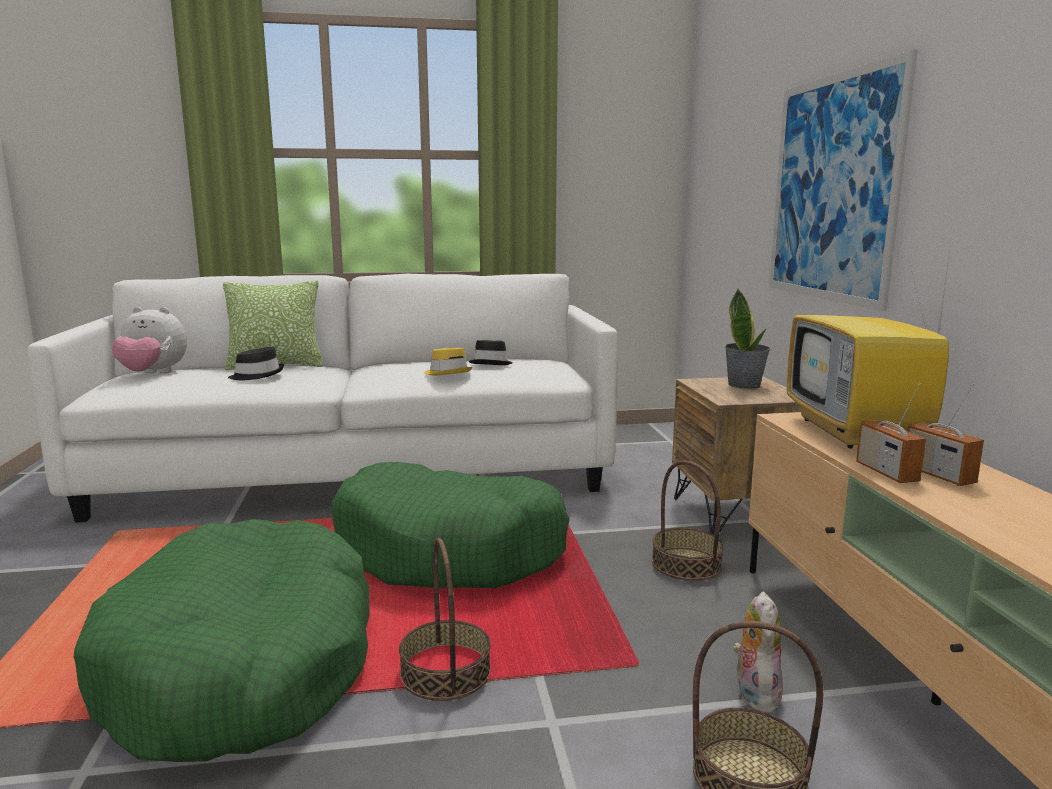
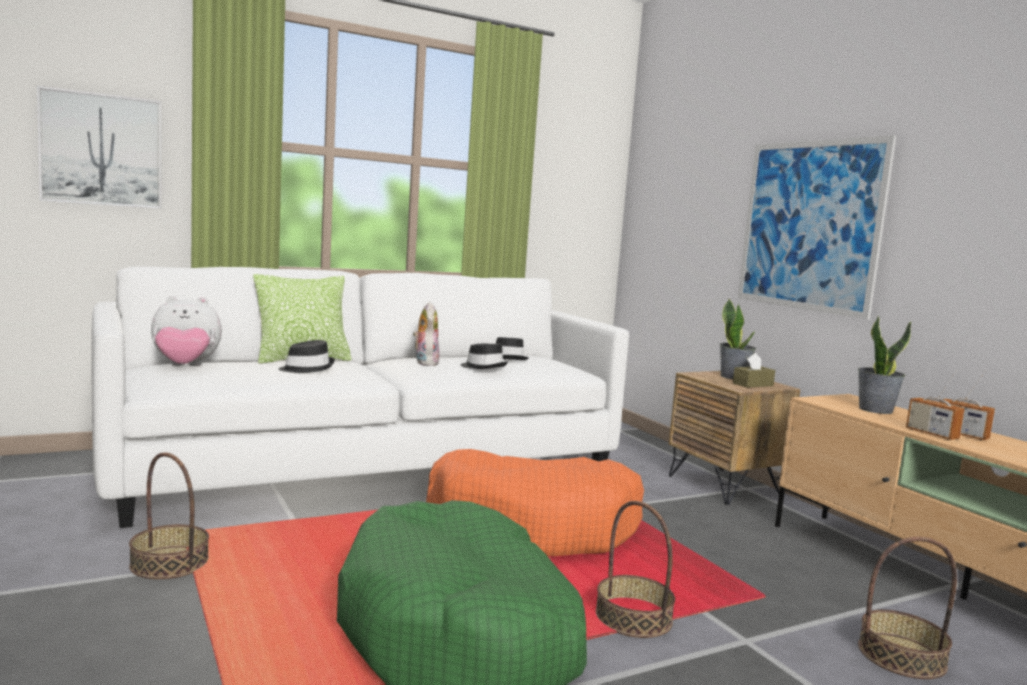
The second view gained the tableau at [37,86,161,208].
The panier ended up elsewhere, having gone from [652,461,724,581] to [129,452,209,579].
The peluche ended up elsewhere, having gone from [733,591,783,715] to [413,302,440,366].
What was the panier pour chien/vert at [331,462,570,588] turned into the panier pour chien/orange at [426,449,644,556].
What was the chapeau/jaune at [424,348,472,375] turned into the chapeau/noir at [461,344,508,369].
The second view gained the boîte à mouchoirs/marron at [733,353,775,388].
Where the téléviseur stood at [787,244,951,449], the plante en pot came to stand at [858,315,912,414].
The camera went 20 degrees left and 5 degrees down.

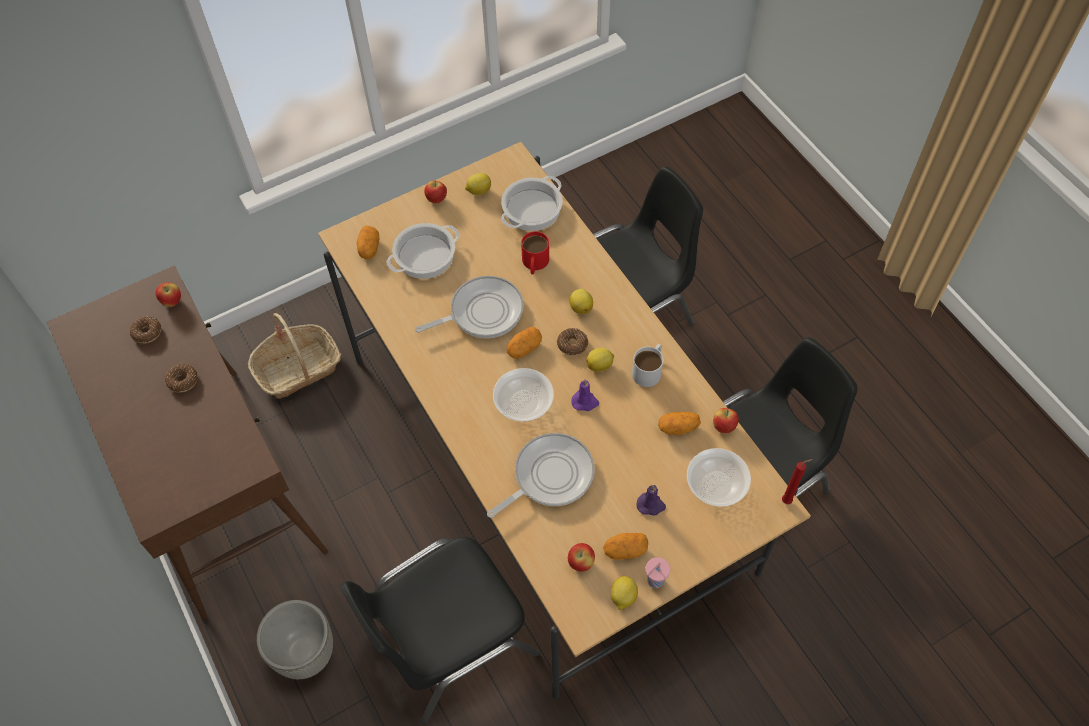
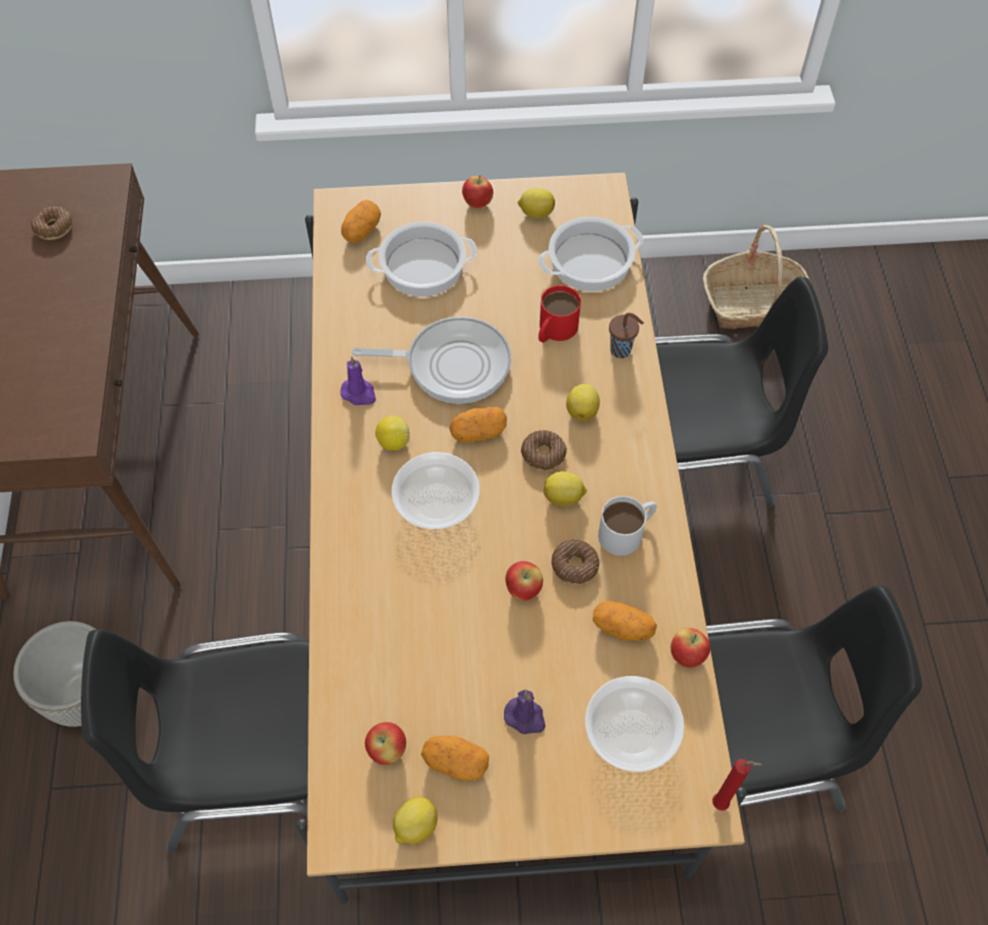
The bougie/violet ended up elsewhere, having gone from [571,380,599,411] to [340,356,376,405].
The second view gained the citron at [375,415,410,450].
The pomme ended up elsewhere, having gone from [156,282,181,307] to [506,561,543,601].
The beignet ended up elsewhere, having gone from [165,364,198,392] to [551,540,600,584].
The second view gained the tasse/marron at [609,313,644,358].
The panier ended up elsewhere, having gone from [248,313,341,399] to [703,225,809,329].
The second view lost the poêle at [487,433,594,518].
The second view lost the tasse/rose at [645,557,670,588].
The camera went 25 degrees right and 0 degrees up.

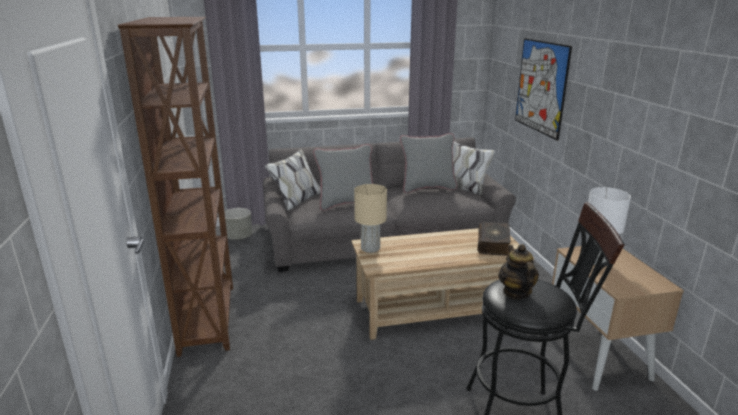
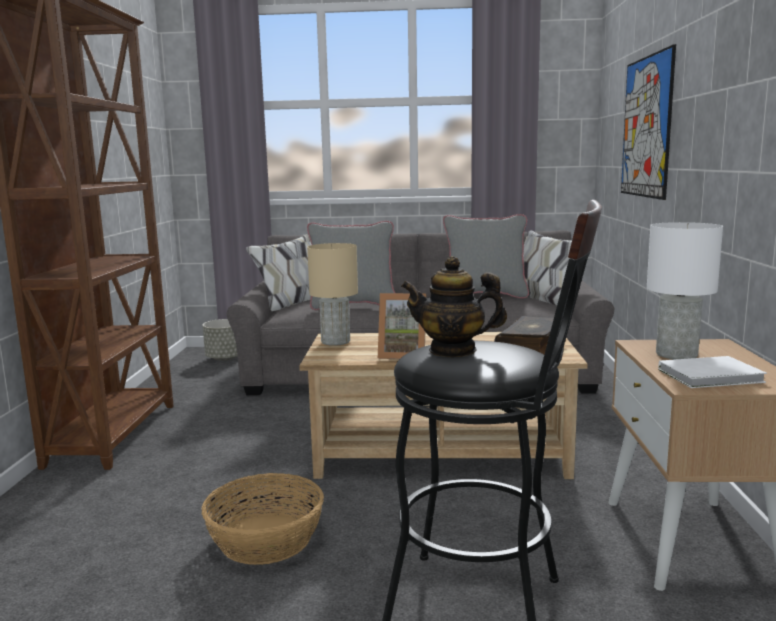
The second view gained the panier at [201,473,324,565].
The second view gained the cadre photo at [378,293,427,359].
The théière at [498,244,539,299] ended up facing another way, 90 degrees counterclockwise from before.
The second view gained the livre/blanc at [658,356,767,388].
The camera went 15 degrees right and 10 degrees down.

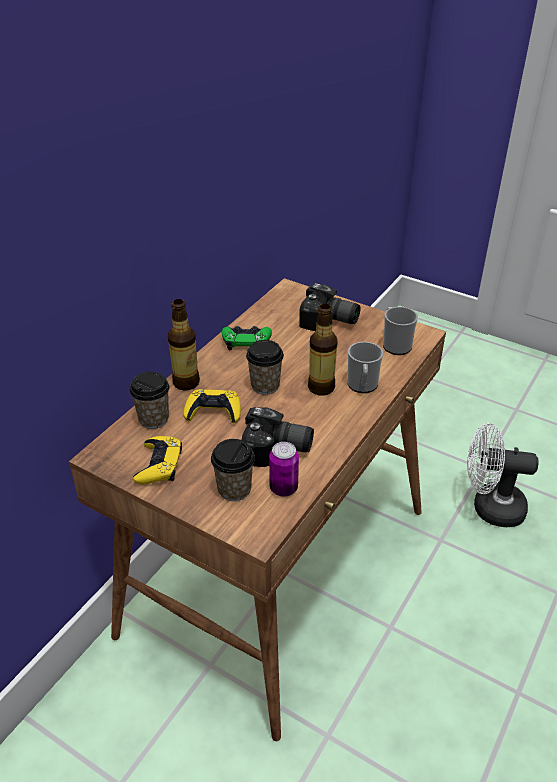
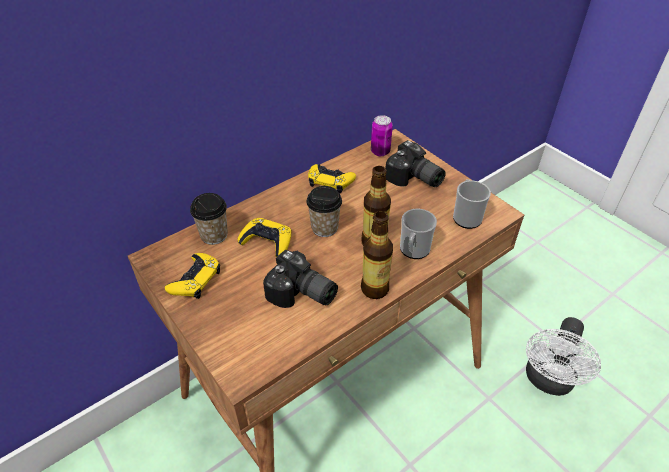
What was the manette/vert at [222,326,272,350] turned into the manette/jaune at [308,164,356,194].
The bouteille ended up elsewhere, having gone from [168,299,200,391] to [361,211,393,299].
The boîte métallique ended up elsewhere, having gone from [269,442,299,497] to [371,115,393,156].
The ventilateur/blanc at [468,423,539,527] ended up facing another way, 90 degrees counterclockwise from before.
The second view lost the tasse at [211,439,255,501].
The camera went 20 degrees right and 5 degrees up.

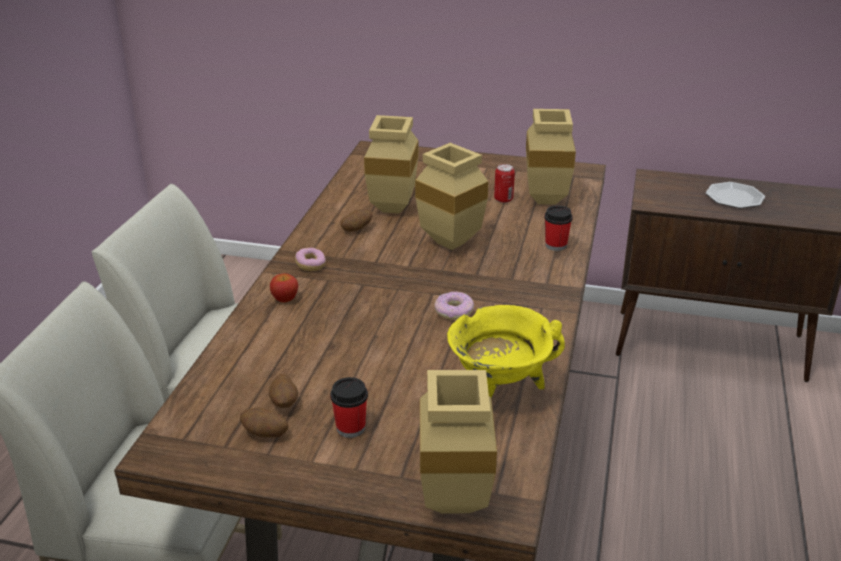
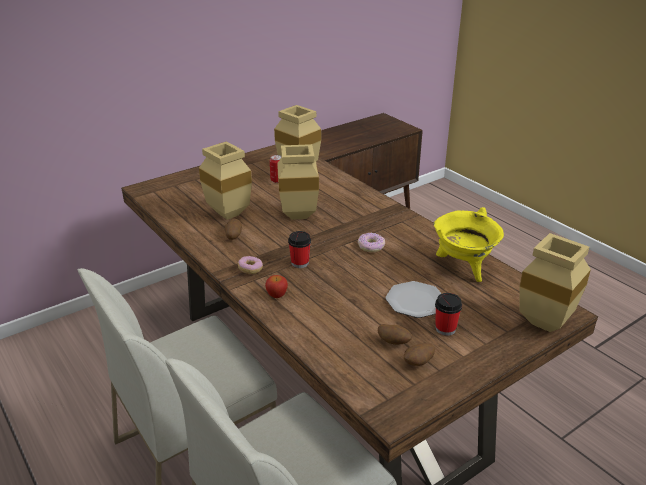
The tasse ended up elsewhere, having gone from [544,206,573,251] to [288,231,311,268].
The assiette ended up elsewhere, having gone from [706,182,765,208] to [385,281,442,318].
The camera went 50 degrees left and 0 degrees up.

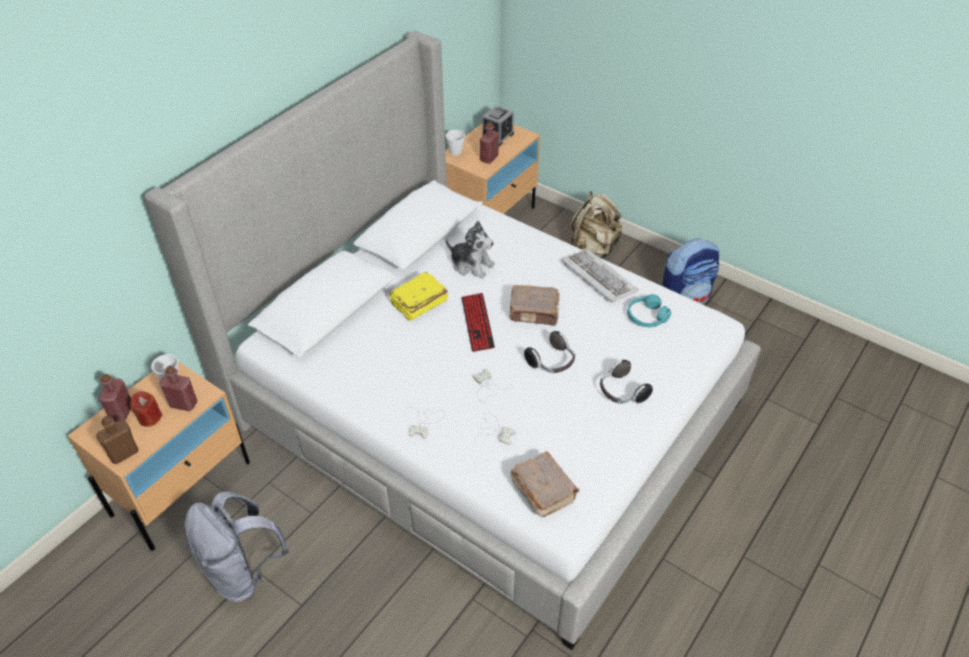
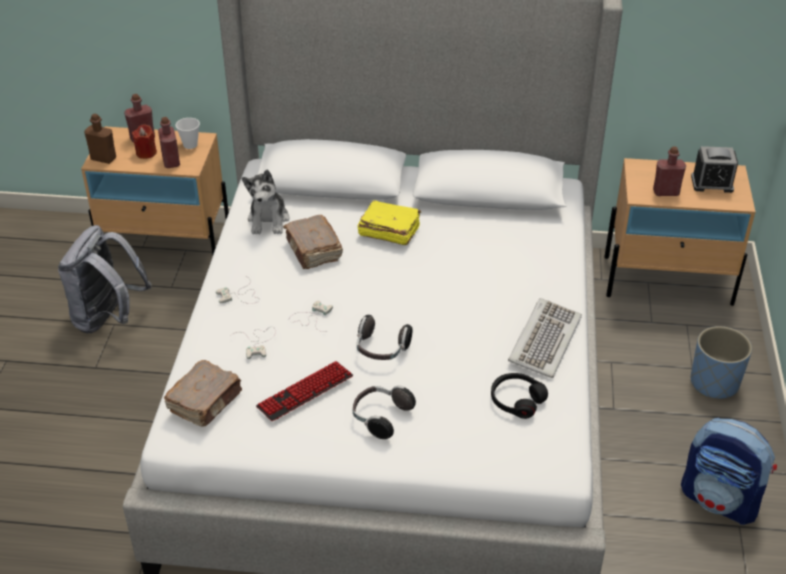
The peluche ended up elsewhere, having gone from [446,221,495,279] to [242,170,289,234].
The clavier ended up elsewhere, having gone from [461,293,495,352] to [256,361,353,421].
The livre/marron ended up elsewhere, having gone from [510,285,560,325] to [283,215,343,269].
What was the casque audio/turquoise at [627,294,671,327] turned into the casque audio/noir at [491,373,548,419].
Where the sac à dos/beige stood at [571,191,622,258], the cache-pot/bleu came to stand at [691,326,752,399].
The second view lost the tasse at [446,130,465,156].
The camera went 60 degrees right and 5 degrees down.

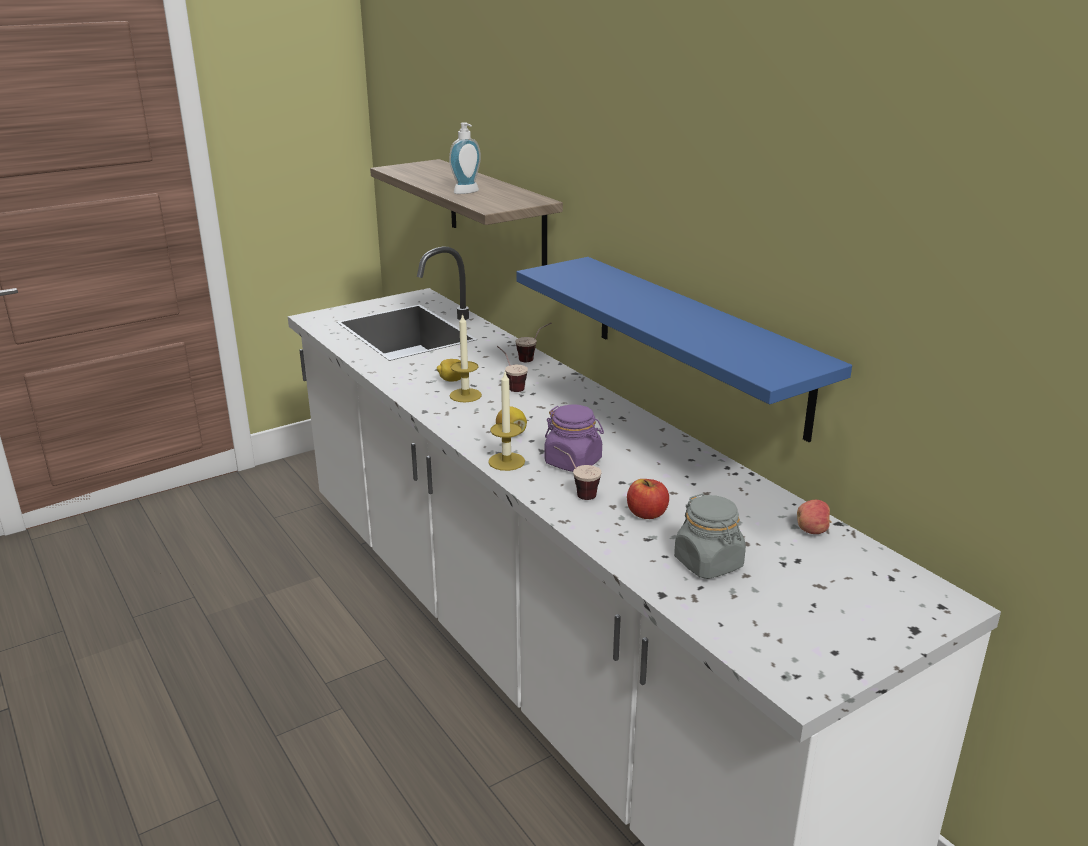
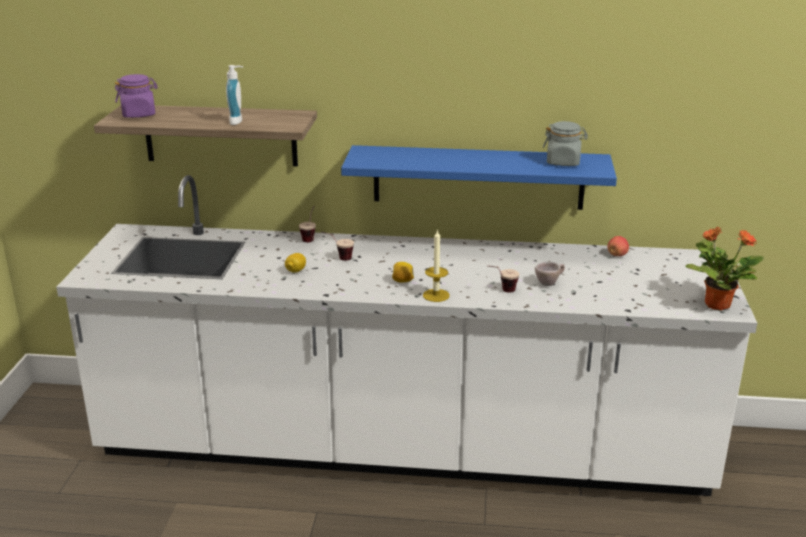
The bocal/violet ended up elsewhere, having gone from [544,404,604,472] to [115,74,158,118].
Where the pomme stood at [627,479,669,519], the tasse/beige came to stand at [535,262,565,286].
The bocal/gris ended up elsewhere, having gone from [674,494,746,579] to [543,121,588,166].
The second view gained the plante en pot at [685,227,764,310].
The second view lost the bougie at [450,313,482,402].
The camera went 50 degrees left and 0 degrees up.

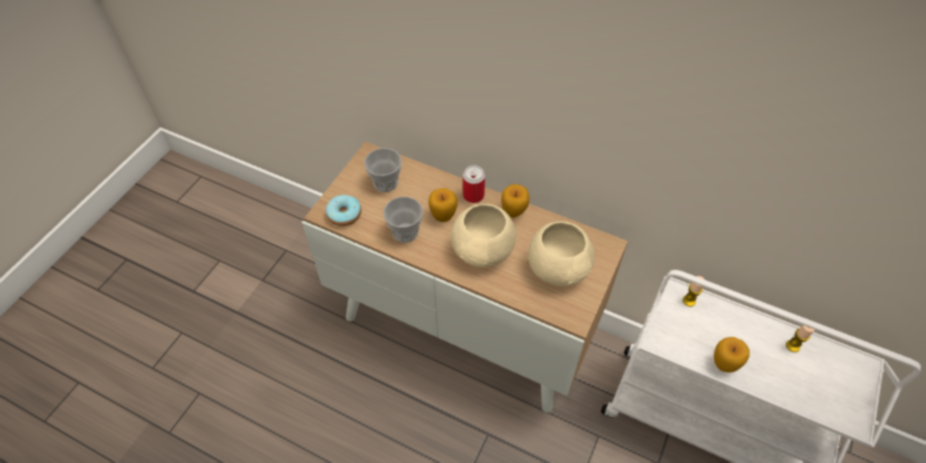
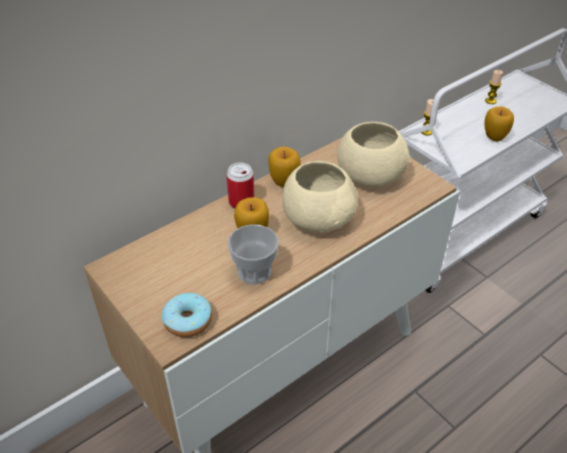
The second view lost the tasse at [364,148,402,192].
The camera went 65 degrees left and 10 degrees down.

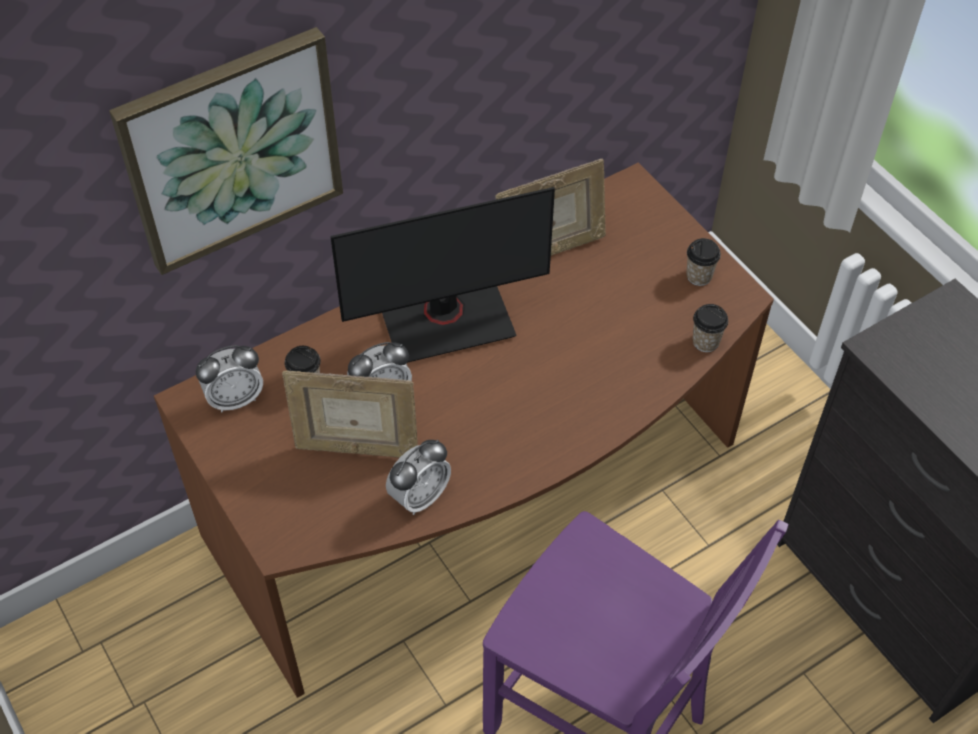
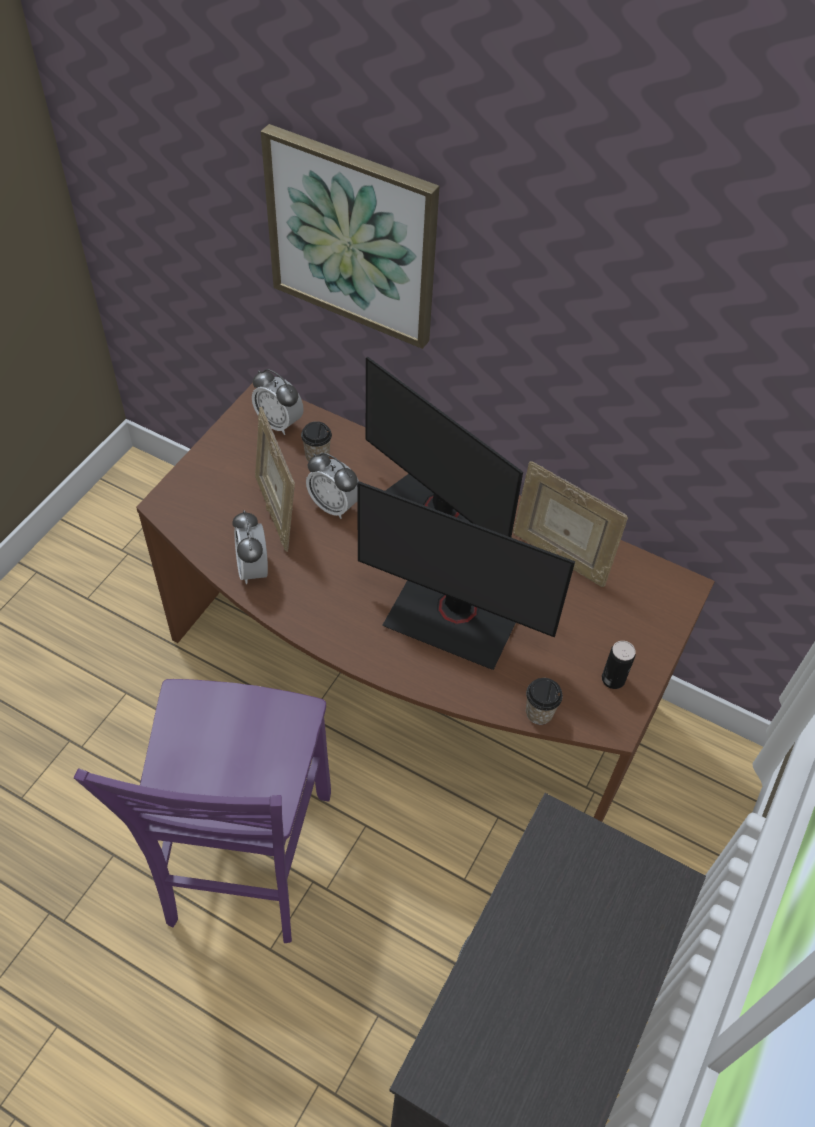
The réveil at [386,440,451,515] ended up facing another way, 60 degrees clockwise from before.
The second view gained the écran d'ordinateur at [357,481,575,670].
Where the tasse stood at [686,238,721,286], the boîte métallique came to stand at [602,641,636,689].
The camera went 60 degrees right and 0 degrees up.

